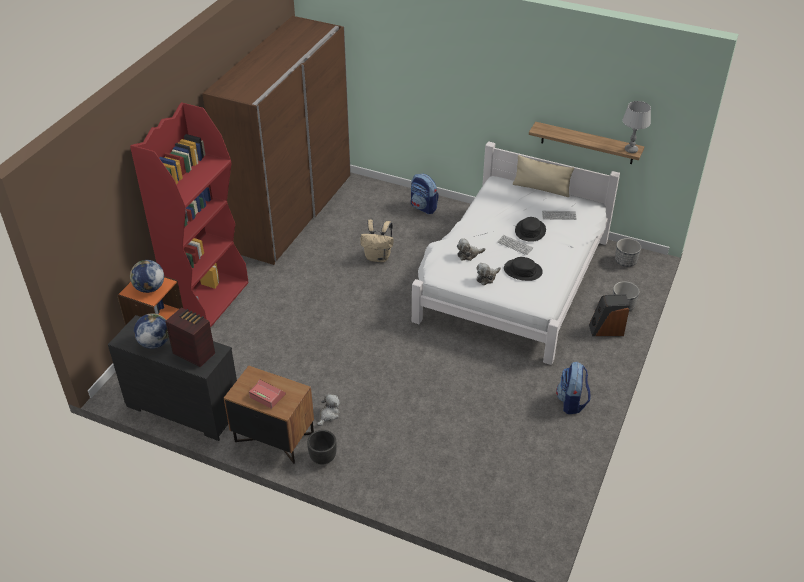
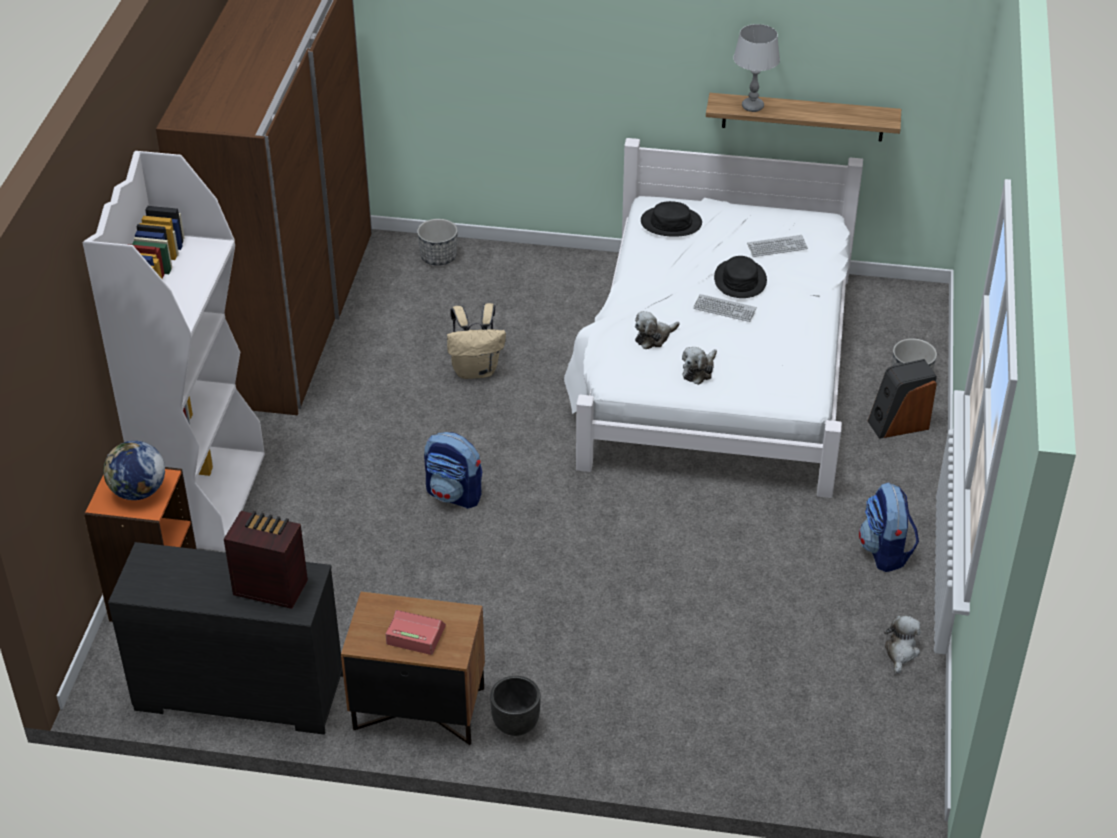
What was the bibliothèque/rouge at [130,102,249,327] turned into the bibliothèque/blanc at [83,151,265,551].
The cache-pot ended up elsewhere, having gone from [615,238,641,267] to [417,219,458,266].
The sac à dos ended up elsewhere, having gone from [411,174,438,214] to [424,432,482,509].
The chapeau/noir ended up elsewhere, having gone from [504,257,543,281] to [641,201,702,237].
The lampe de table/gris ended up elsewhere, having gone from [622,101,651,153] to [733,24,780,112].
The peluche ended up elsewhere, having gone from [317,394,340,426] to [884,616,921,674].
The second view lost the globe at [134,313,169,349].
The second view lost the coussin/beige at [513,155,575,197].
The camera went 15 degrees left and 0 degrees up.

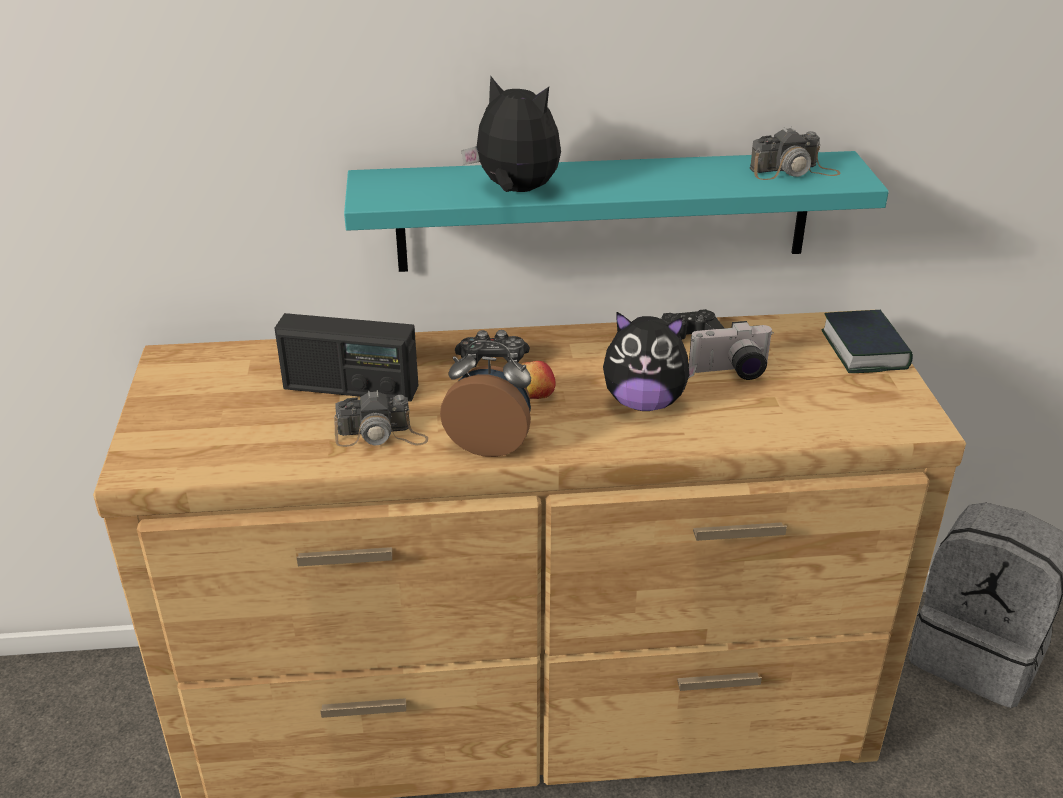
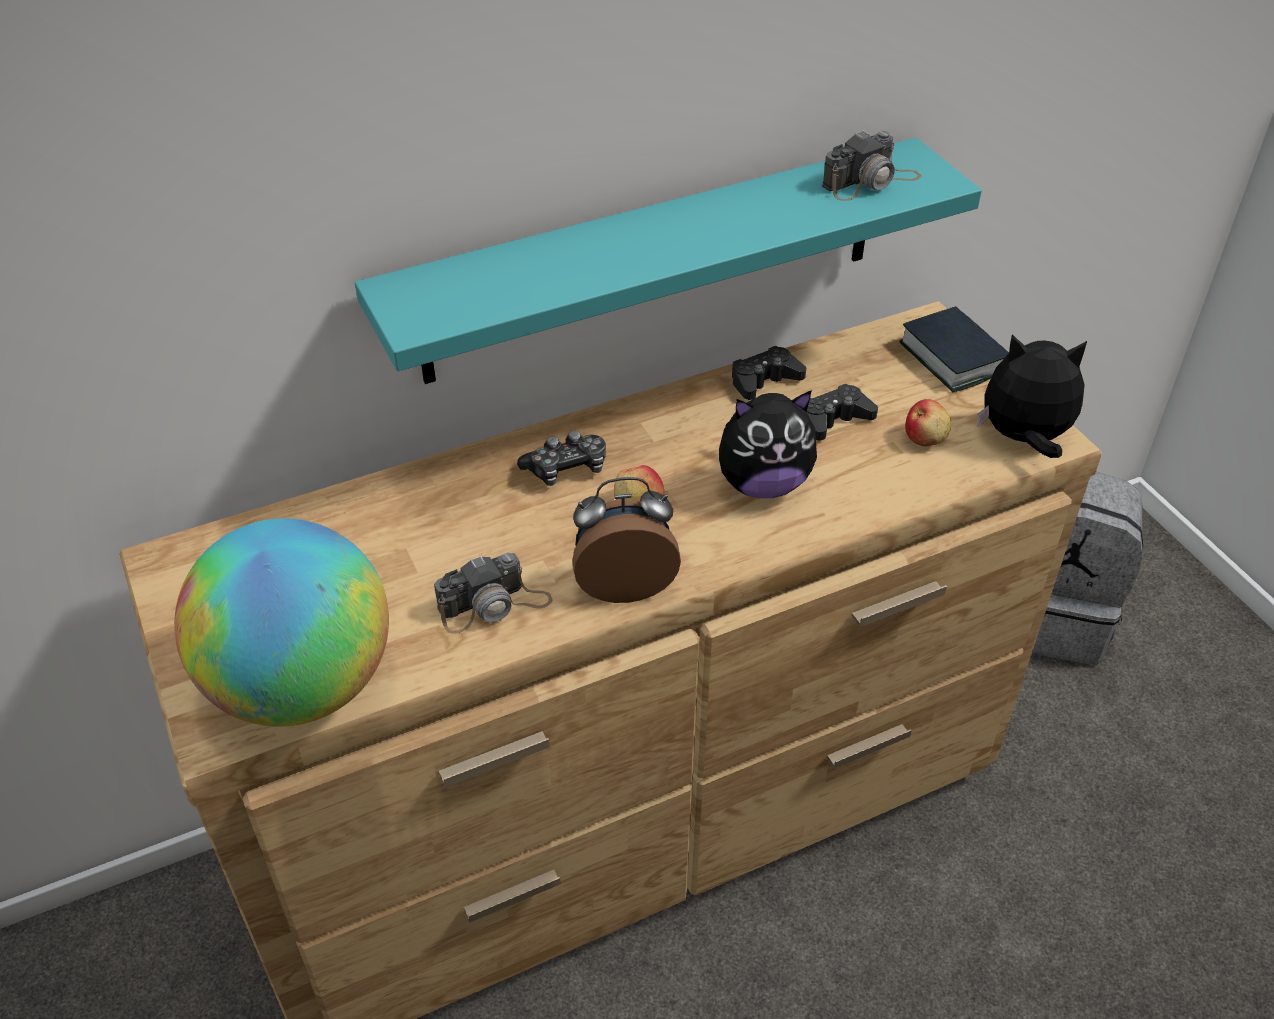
The second view gained the globe at [174,518,389,727].
Where the appareil photo stood at [689,321,774,380], the manette/noir came to stand at [807,384,878,440].
The second view gained the pomme at [905,399,951,446].
The peluche ended up elsewhere, having gone from [461,76,561,192] to [977,334,1087,458].
The second view lost the radio at [275,313,418,402].
The camera went 20 degrees left and 10 degrees up.

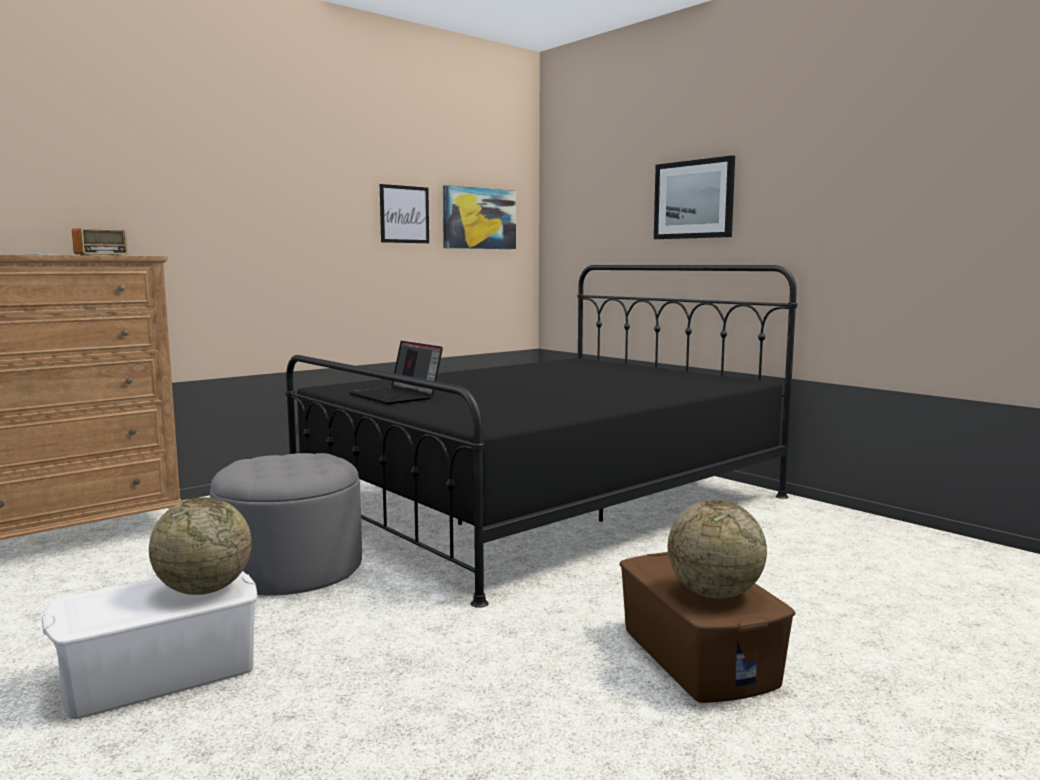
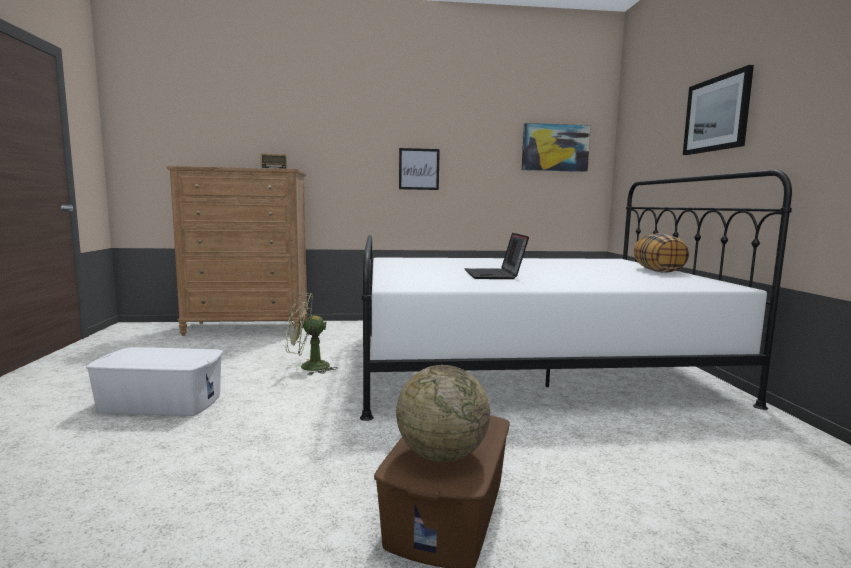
Where the pouf/gris stood at [210,453,362,595], the ventilateur/vert came to stand at [286,292,337,375].
What was the lit/noir at [285,265,797,608] turned into the lit/blanc at [360,169,792,421].
The tableau ended up elsewhere, having gone from [380,184,429,243] to [399,148,440,190].
The ordinateur portable ended up elsewhere, having gone from [349,341,443,404] to [465,233,529,279].
The second view gained the coussin at [634,233,689,273].
The second view lost the globe at [149,497,252,595].
The camera went 35 degrees right and 0 degrees up.

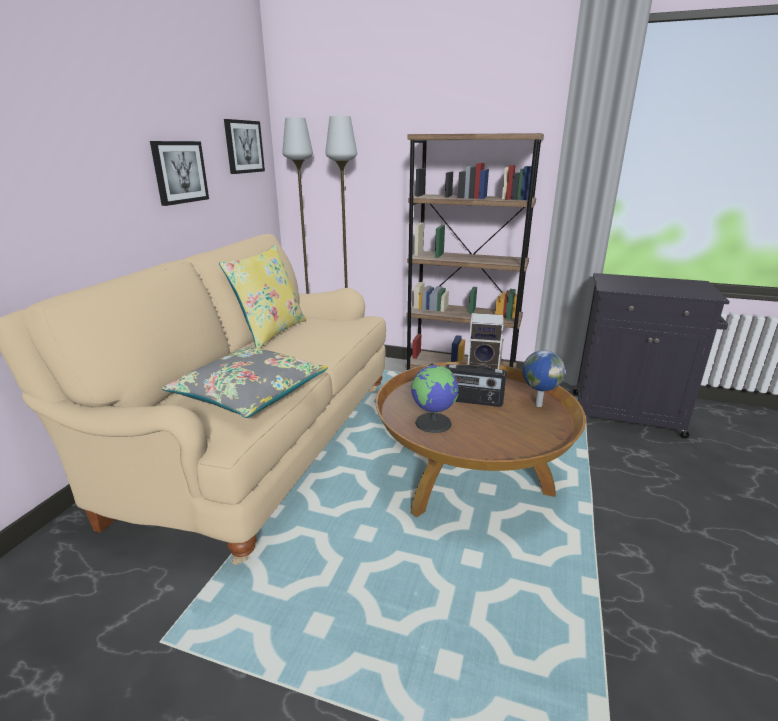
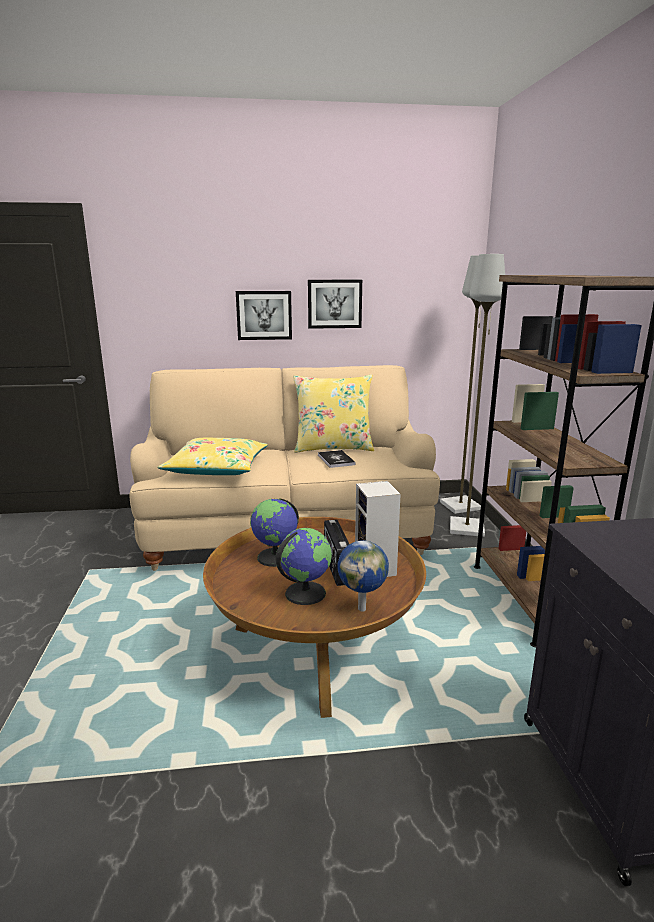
What was the coussin/gris at [162,347,328,418] turned into the coussin/jaune at [158,438,268,475].
The tableau ended up elsewhere, having gone from [224,119,265,174] to [236,291,292,340].
The second view gained the globe at [276,528,332,605].
The second view gained the livre at [318,450,356,468].
The camera went 65 degrees right and 5 degrees down.

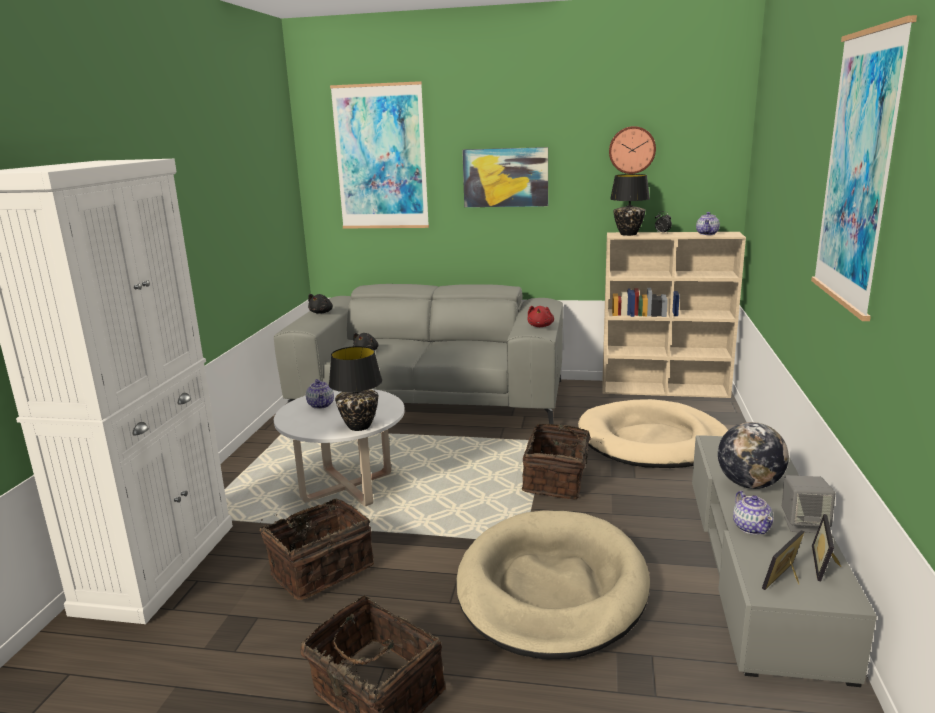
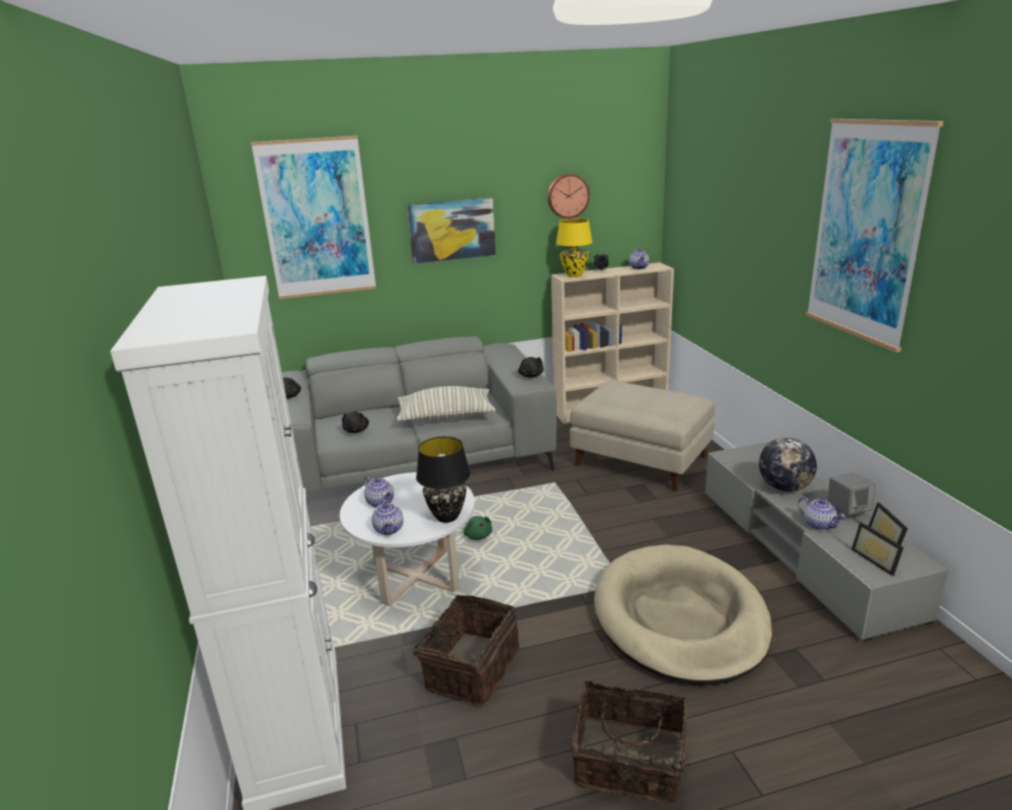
The second view gained the théière at [372,498,403,535].
The second view gained the coussin at [396,386,496,421].
The second view gained the peluche/vert at [463,516,492,540].
What was the peluche/rouge at [527,306,554,327] turned into the peluche/noir at [518,357,543,378].
What was the lampe de table/noir at [610,174,650,236] turned into the lampe de table/jaune at [556,218,592,277].
Where the panier pour chien/beige stood at [578,399,728,468], the pouf/beige came to stand at [570,381,715,491].
The cadre photo at [762,530,805,590] ended up facing another way, 45 degrees counterclockwise from before.
The second view lost the panier at [522,423,601,500].
The camera went 25 degrees left and 5 degrees up.

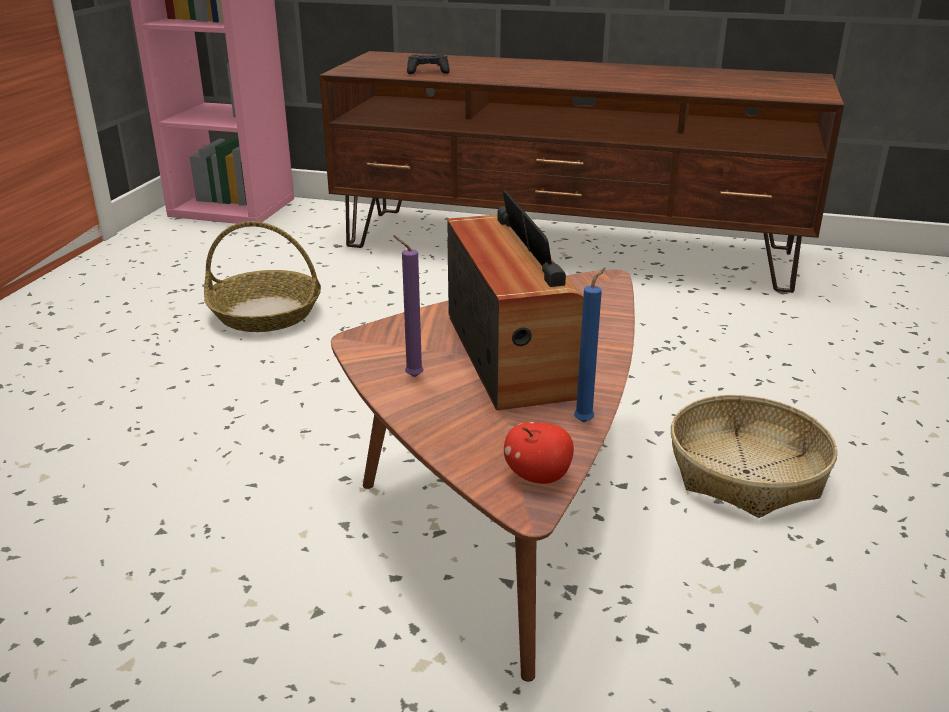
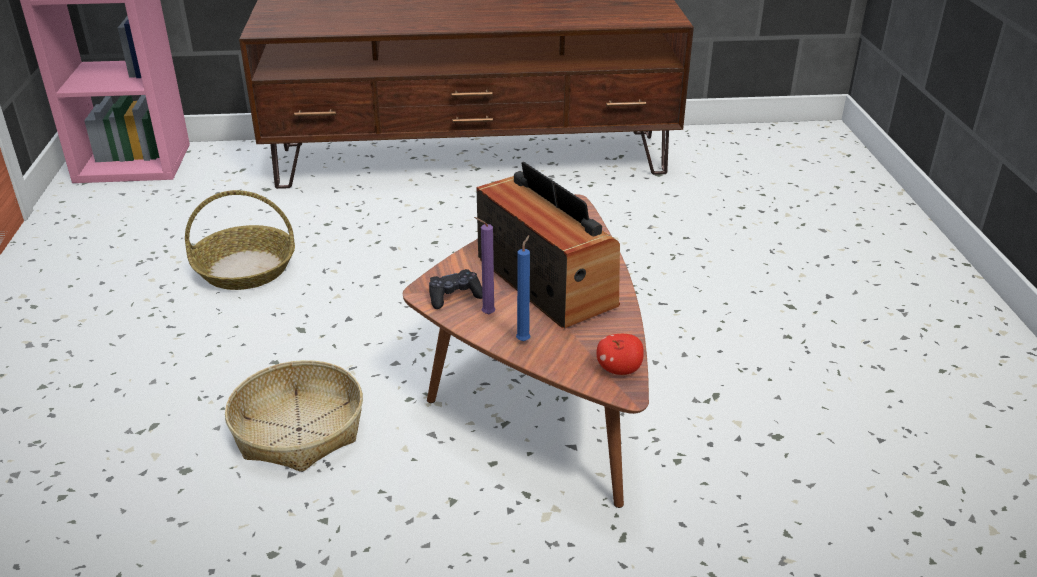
The panier ended up elsewhere, having gone from [671,395,837,518] to [225,360,363,472].
The manette/noir ended up elsewhere, having gone from [407,55,450,74] to [429,269,483,309].
The bougie/bleu ended up elsewhere, having gone from [574,268,606,422] to [516,235,531,341].
The camera went 20 degrees left and 5 degrees up.

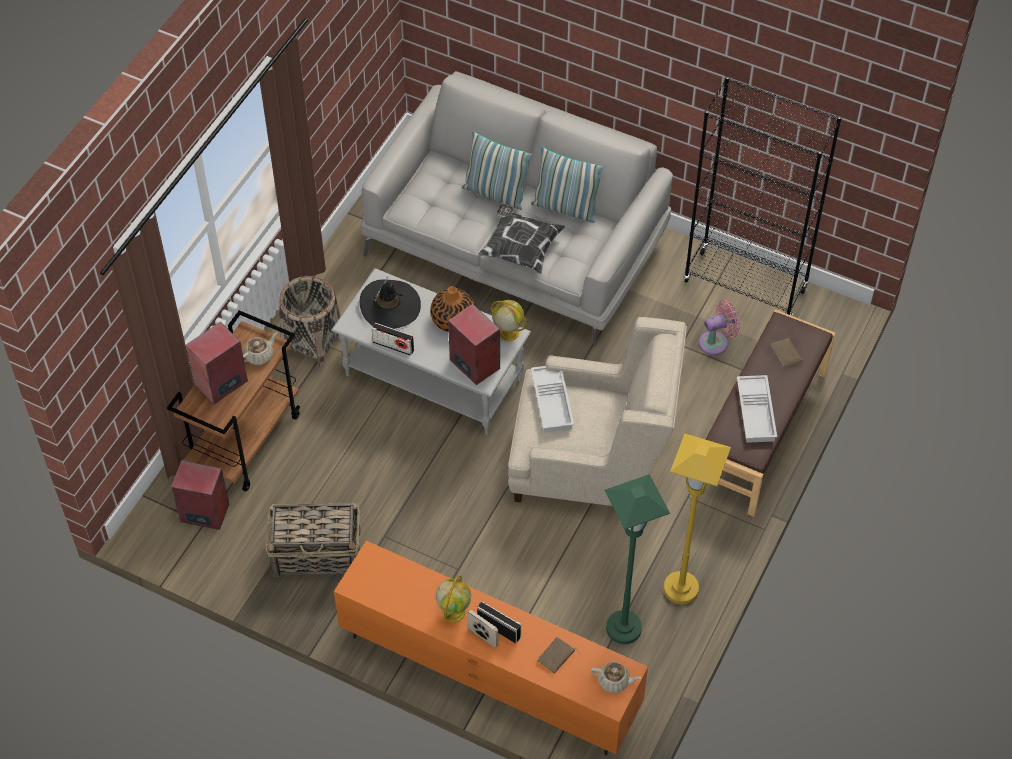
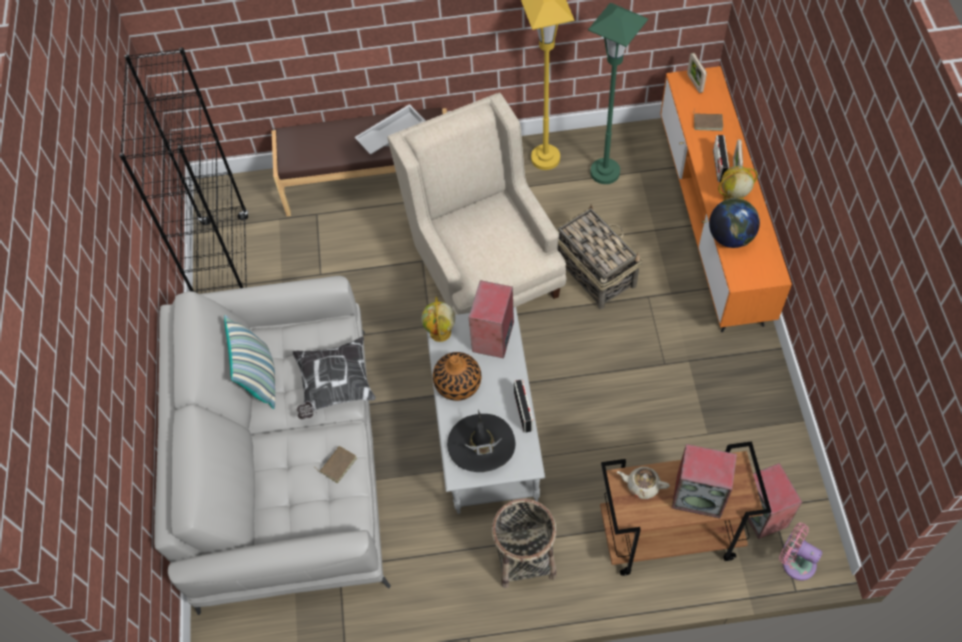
The livre/marron ended up elsewhere, having gone from [771,336,802,367] to [315,446,357,483].
The panier ended up elsewhere, having gone from [266,503,360,577] to [556,204,643,309].
Where the théière/beige stood at [591,662,641,693], the cadre photo came to stand at [687,53,707,93].
The second view gained the globe at [709,198,760,248].
The ventilateur/rose ended up elsewhere, having gone from [699,300,740,355] to [779,523,822,580].
The second view lost the coussin at [462,131,532,210].
The second view lost the plateau/blanc at [531,366,574,433].
The camera went 120 degrees left and 5 degrees up.

